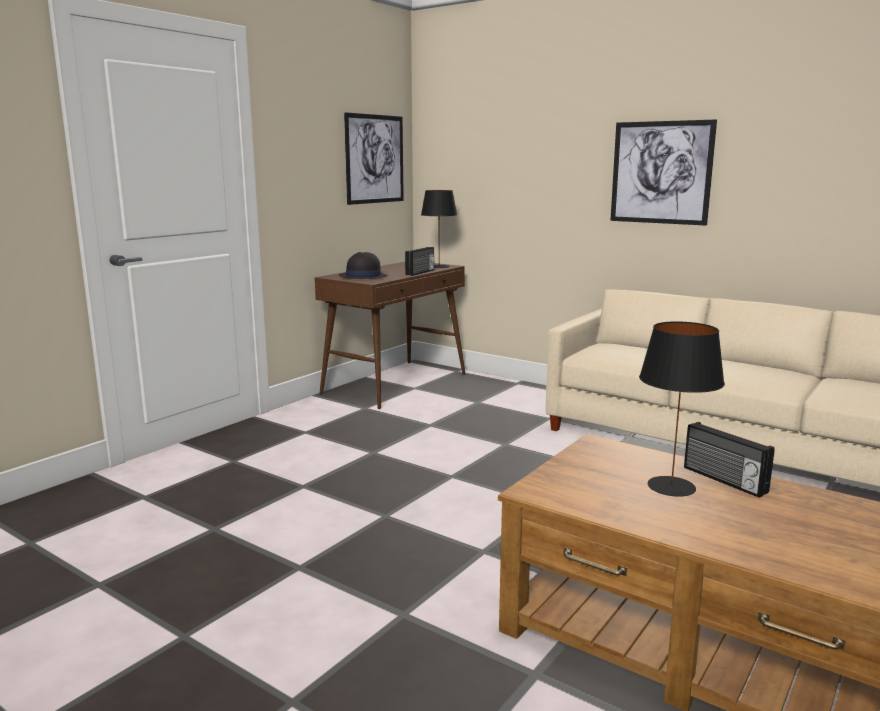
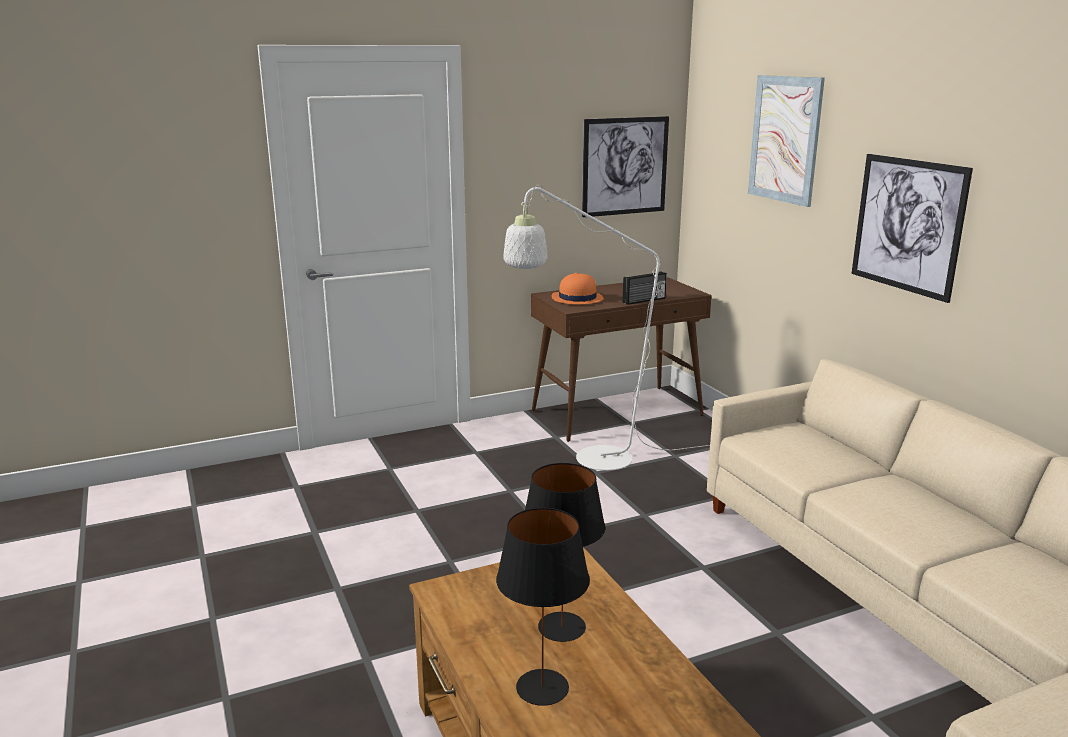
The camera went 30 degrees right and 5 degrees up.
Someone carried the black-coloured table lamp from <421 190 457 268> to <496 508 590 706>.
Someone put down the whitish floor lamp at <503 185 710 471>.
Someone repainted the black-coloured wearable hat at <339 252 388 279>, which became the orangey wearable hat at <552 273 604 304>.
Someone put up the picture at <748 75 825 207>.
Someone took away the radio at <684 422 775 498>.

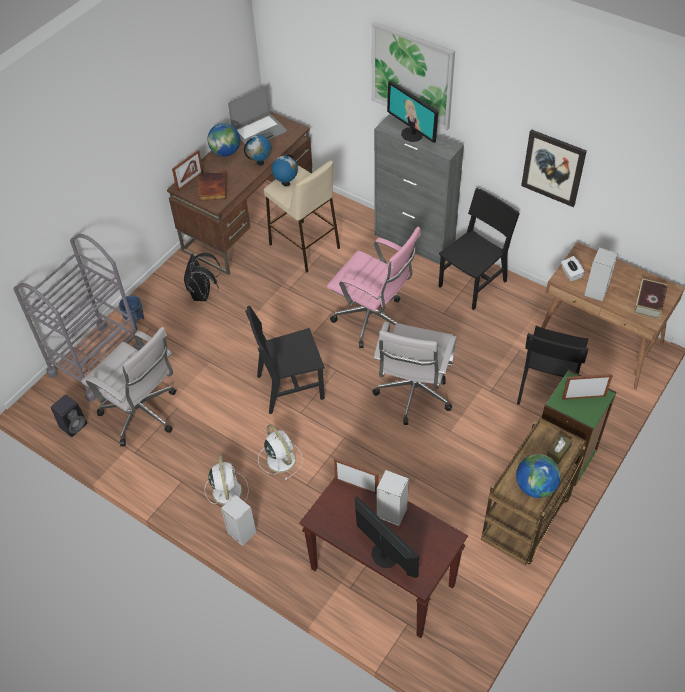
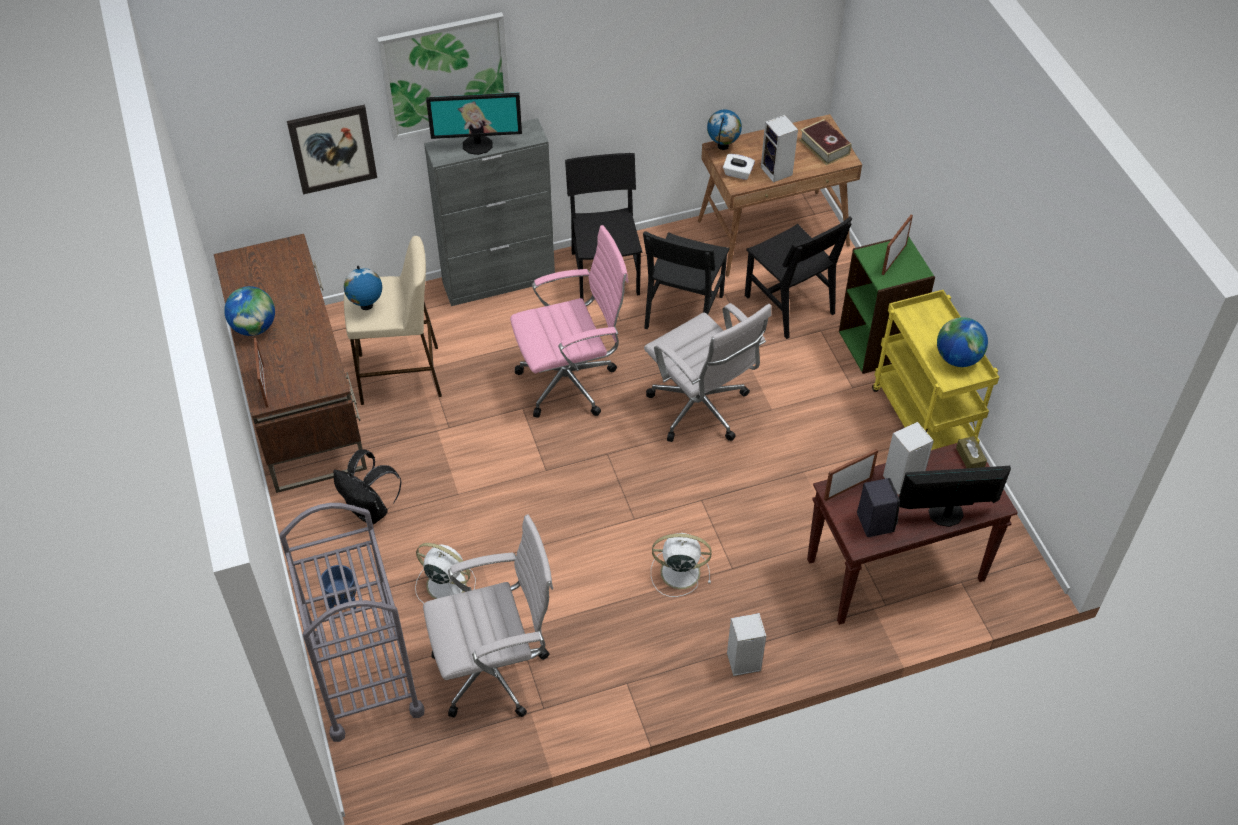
The camera went 55 degrees left and 0 degrees up.
Someone carried the picture from <521 129 587 207> to <287 105 377 195>.
Someone carried the whitish electric fan from <204 454 249 505> to <415 543 476 604>.
Someone carried the black-coloured upright chair from <245 306 325 414> to <643 231 730 329>.
Someone carried the world globe from <244 135 271 166> to <707 109 742 150>.
Someone carried the black-coloured speaker from <51 395 87 437> to <857 478 900 537>.
Someone repainted the brown wheeled cart at <481 418 587 565>, which became the yellow-coloured wheeled cart at <872 290 999 450>.
Someone carried the brown tissue box from <547 434 572 464> to <956 436 987 468>.
Someone took away the book at <199 172 227 201>.
Someone took away the portable computer at <228 86 287 144>.

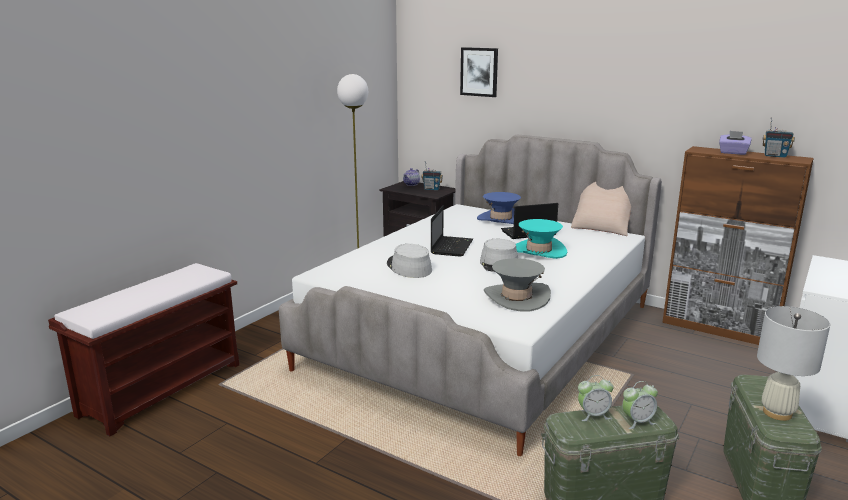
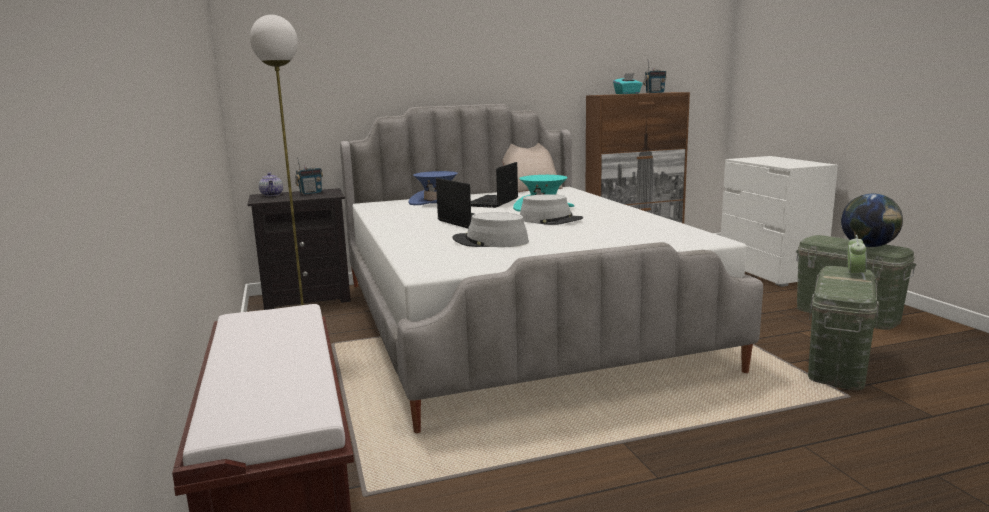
The camera went 50 degrees left and 5 degrees down.
Someone repainted the purple tissue box at <719 131 752 155>, which became the blue-green tissue box at <613 73 643 94>.
Someone swapped the whitish table lamp at <757 306 830 421> for the world globe at <841 194 903 247>.
Someone took away the picture at <460 47 498 97>.
Someone took away the grey wearable hat at <484 258 551 312>.
Someone took away the table clock at <578 375 614 421>.

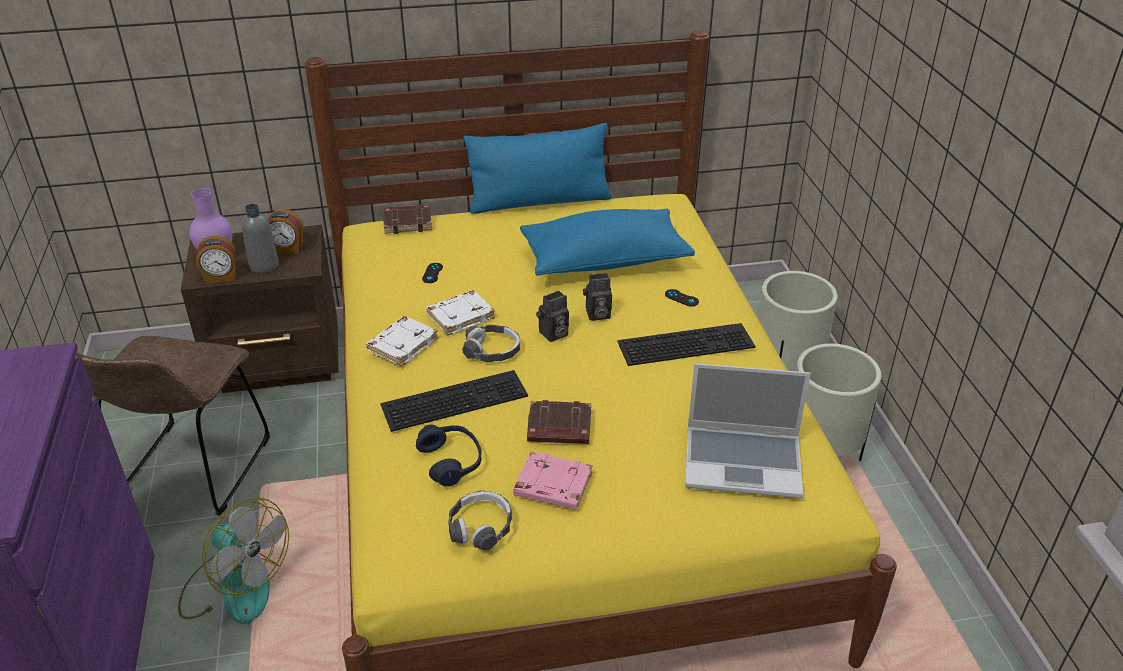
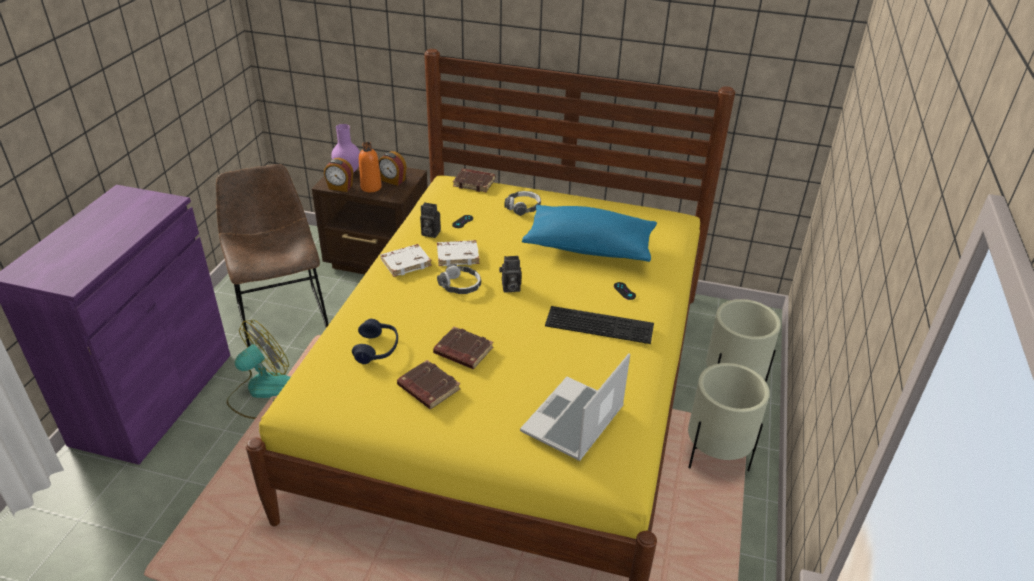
The camera went 25 degrees right and 0 degrees up.
Someone rotated the brown upright chair at <74 336 270 516> by 120 degrees clockwise.
Someone rotated the electric fan at <178 498 289 624> by 105 degrees counterclockwise.
Someone repainted the grey beverage bottle at <242 204 279 273>, which became the orangey beverage bottle at <359 142 382 192>.
Someone repainted the pink-coloured book at <513 452 592 510>, which became the brown book at <397 360 460 409>.
Someone carried the photo camera from <583 273 612 321> to <420 202 441 238>.
Someone carried the headset from <448 490 512 551> to <504 191 541 216>.
Someone rotated the portable computer at <685 363 811 498> by 90 degrees clockwise.
Someone took away the PC keyboard at <380 370 528 432>.
Someone took away the blue pillow at <463 123 612 214>.

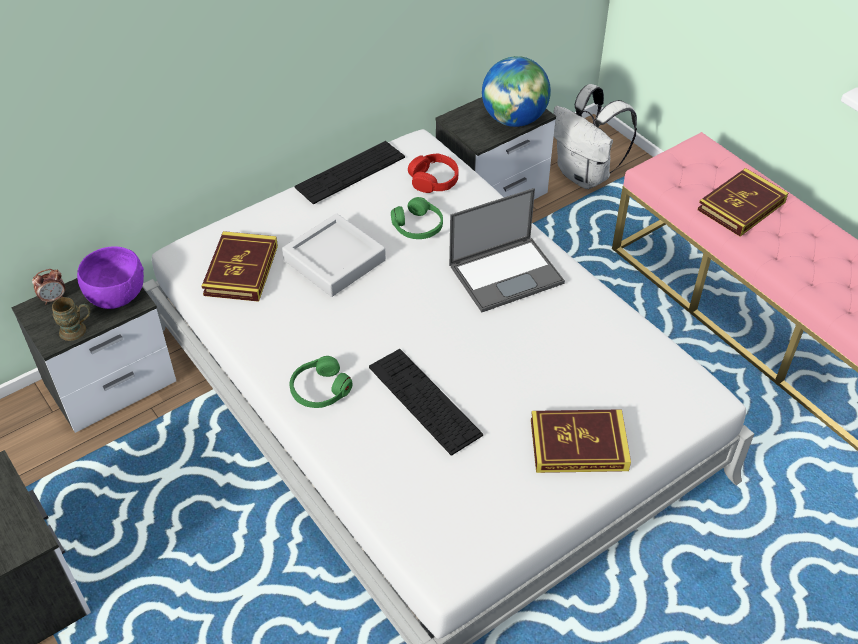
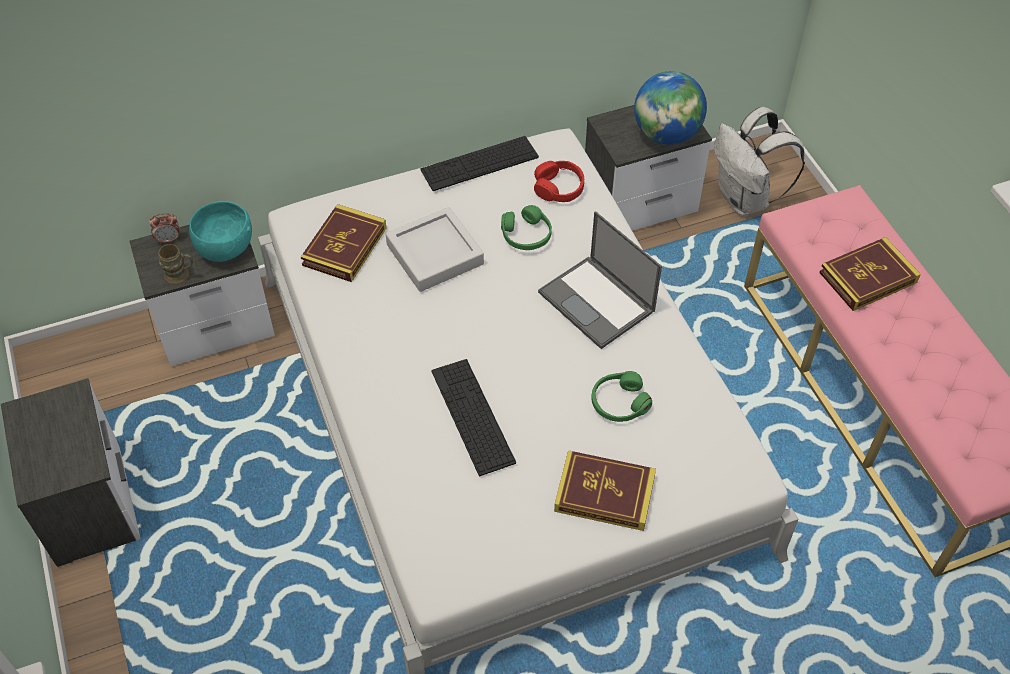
The camera went 15 degrees right and 5 degrees up.
Someone repainted the purple serving bowl at <77 246 144 309>, which became the blue-green serving bowl at <189 201 252 262>.
Someone rotated the portable computer at <449 188 565 312> by 60 degrees clockwise.
Someone carried the greenish headset from <289 356 353 408> to <591 371 652 422>.

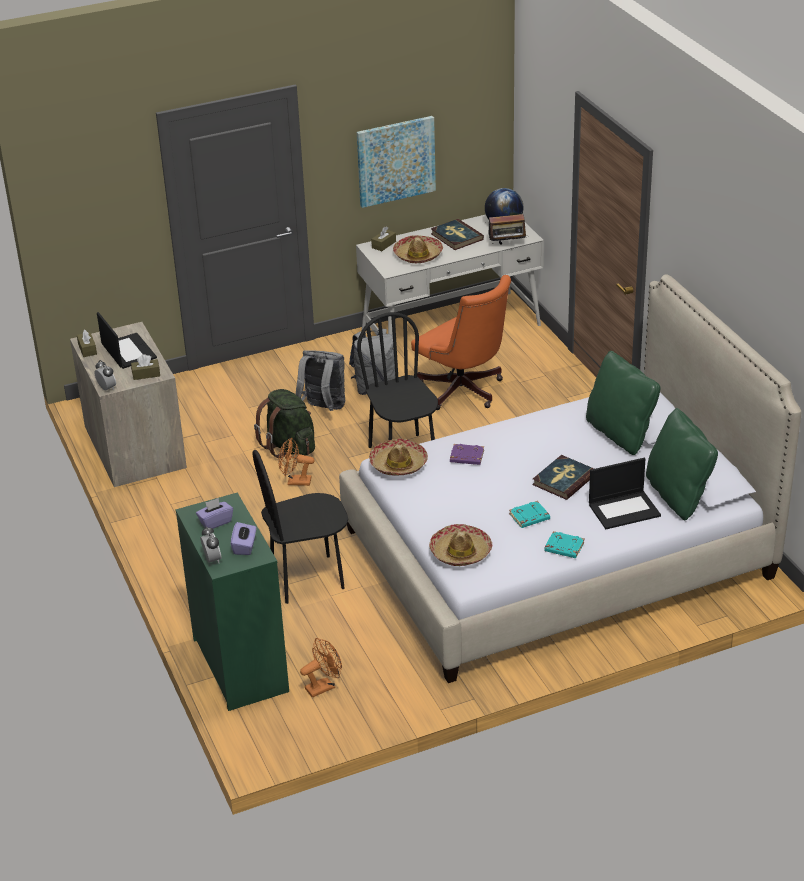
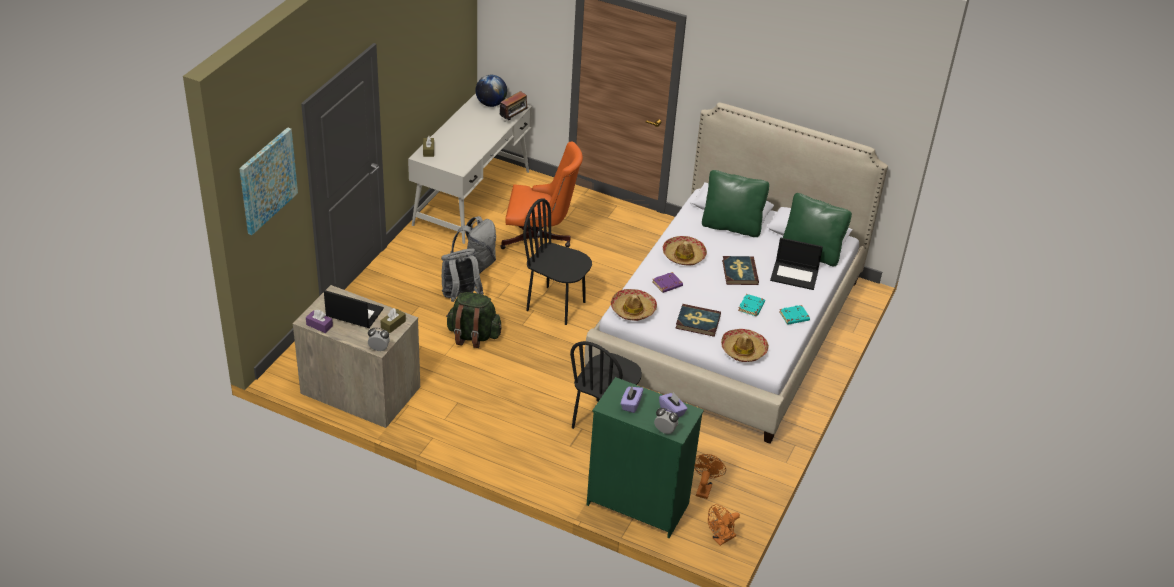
The camera went 45 degrees left and 5 degrees up.
Someone carried the picture from <357 116 436 208> to <239 127 298 235>.
Someone repainted the brown tissue box at <77 330 97 357>, which became the purple tissue box at <306 310 333 333>.
Someone carried the wearable hat from <393 235 443 263> to <663 236 707 265>.
Someone carried the book from <431 219 484 250> to <675 304 721 337>.
Someone carried the orangey electric fan from <278 437 315 486> to <708 504 740 546>.
Someone rotated the portable computer at <589 458 661 529> by 75 degrees clockwise.

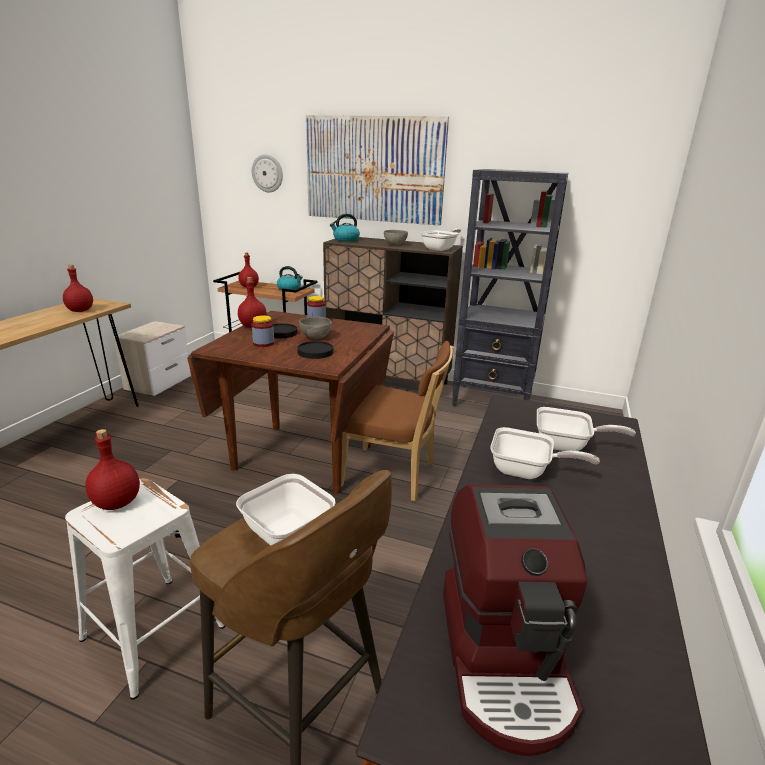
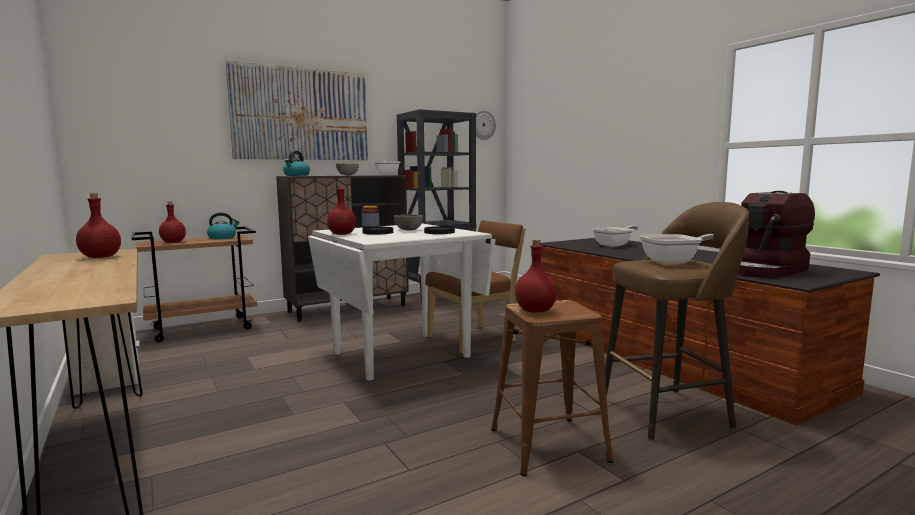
The camera went 50 degrees left and 15 degrees down.
Someone repainted the brown dining table at <187 311 394 494>, which became the whitish dining table at <308 224 496 381>.
Someone carried the wall clock from <252 154 283 192> to <476 110 496 140>.
Someone repainted the whitish sitting stool at <65 478 225 700>, which became the brown sitting stool at <491 300 614 476>.
Someone rotated the coffee machine at <443 484 587 756> by 105 degrees clockwise.
Someone took away the jar at <252 315 274 347>.
Someone took away the skillet at <490 427 600 479>.

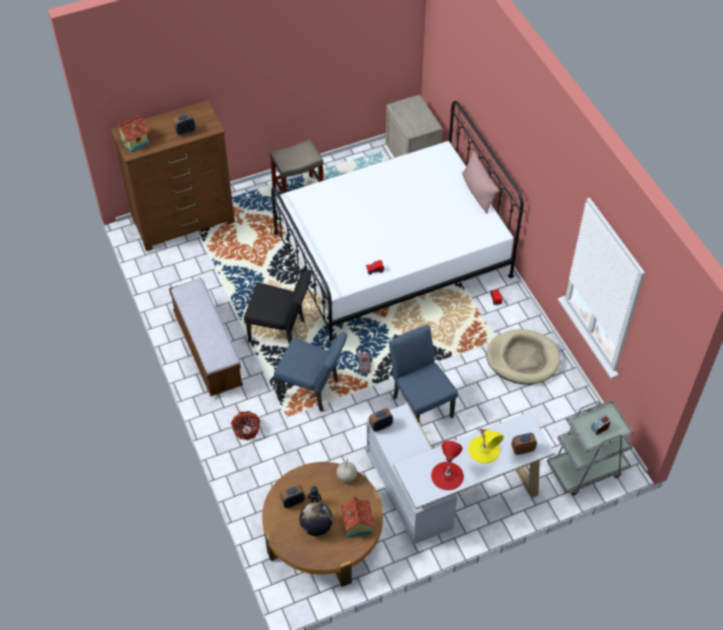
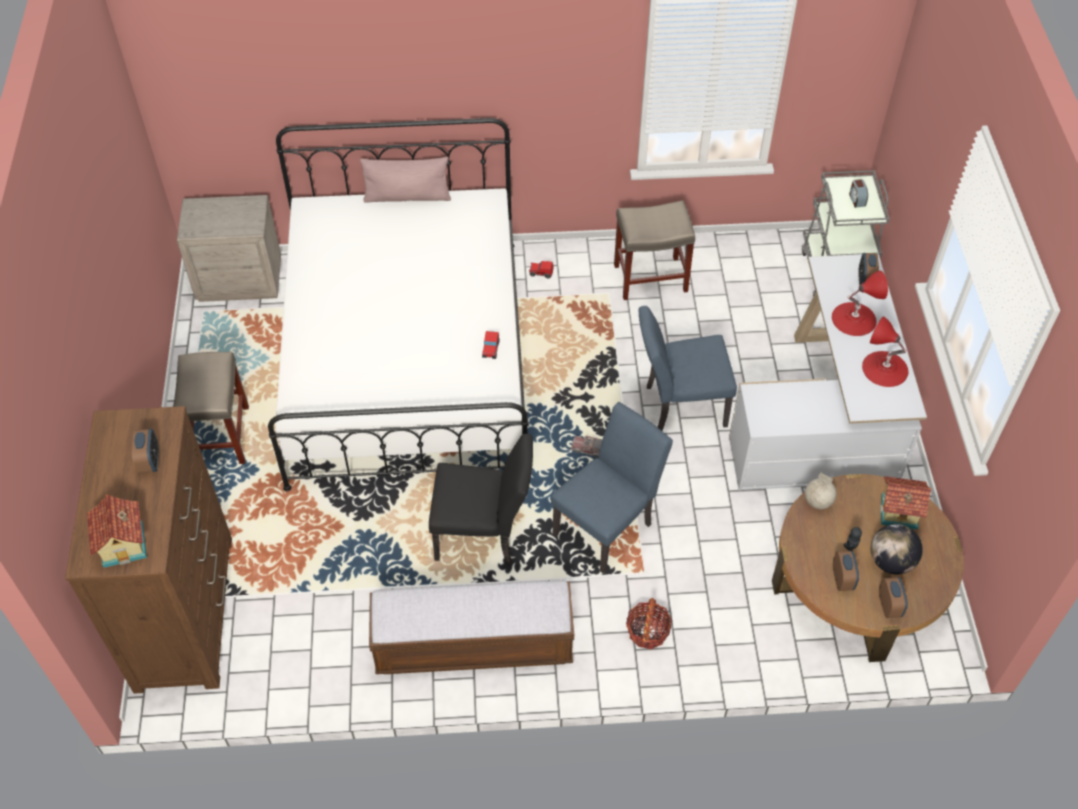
The camera went 70 degrees left and 0 degrees up.
Someone rotated the black-coloured upright chair at <244 270 312 344> by 60 degrees clockwise.
Someone swapped the sand-coloured dog bed at <486 329 560 385> for the sand-coloured sitting stool at <614 200 695 300>.
Someone repainted the yellow-coloured table lamp at <468 429 504 463>, which became the red-coloured table lamp at <832 270 888 336>.
Someone carried the table clock from <369 408 393 432> to <879 577 908 618>.

